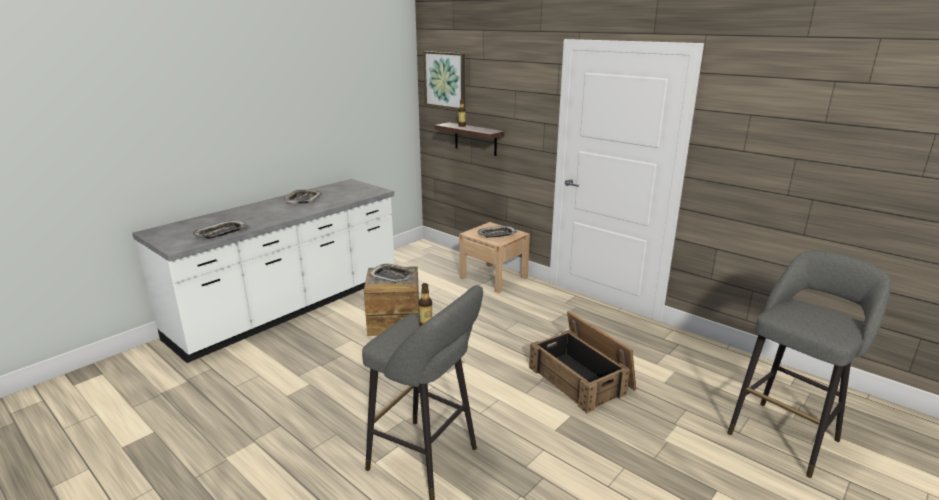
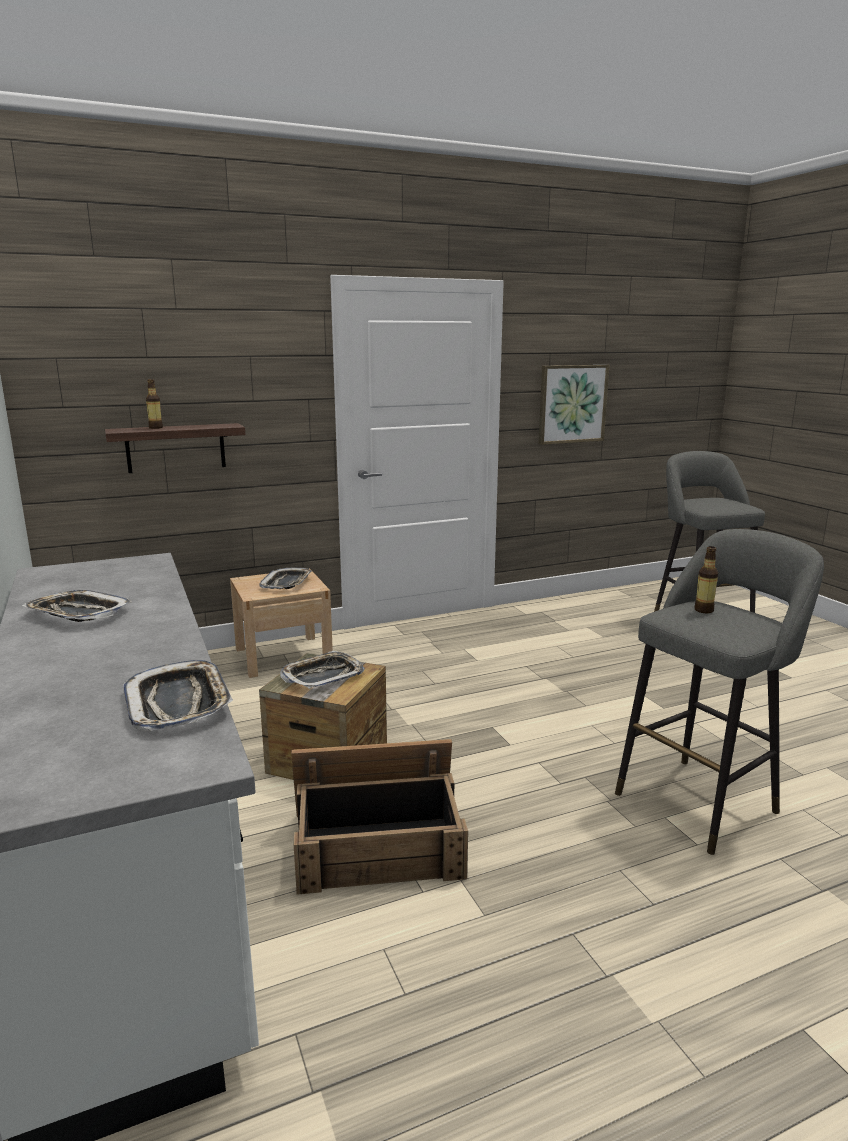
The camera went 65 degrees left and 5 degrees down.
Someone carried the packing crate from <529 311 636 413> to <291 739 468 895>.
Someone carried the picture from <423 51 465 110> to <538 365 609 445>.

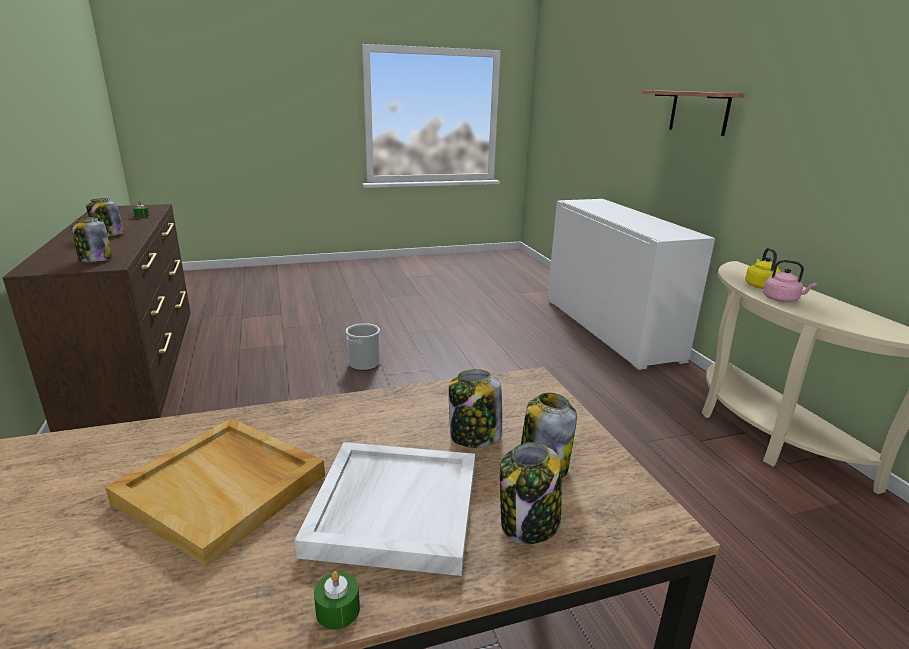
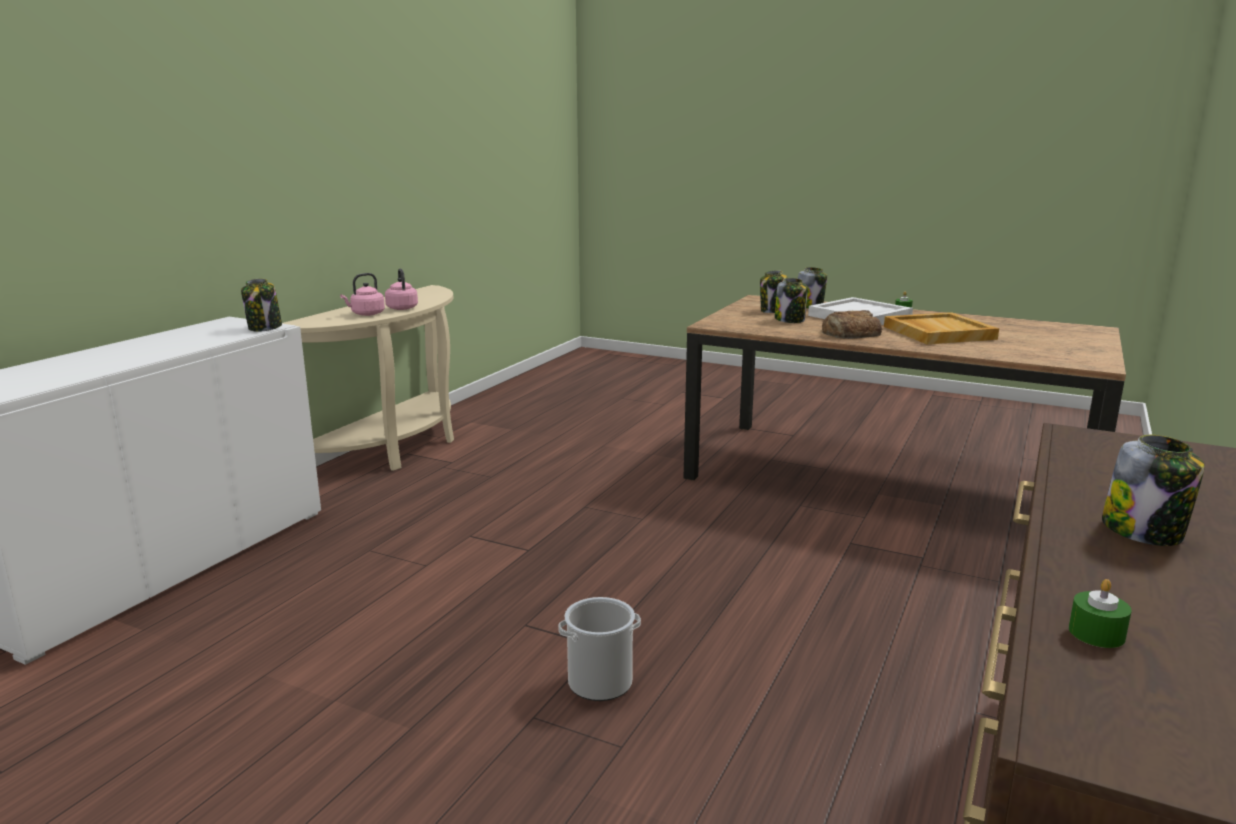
The camera went 135 degrees left and 5 degrees down.
Someone carried the jar from <71 217 112 262> to <241 278 282 332>.
Someone repainted the yellow-coloured tea kettle at <745 248 781 289>, which became the pink-coloured tea kettle at <340 273 385 316>.
Someone put down the bread at <822 310 882 339>.
Someone took away the bracket shelf at <642 90 745 136>.

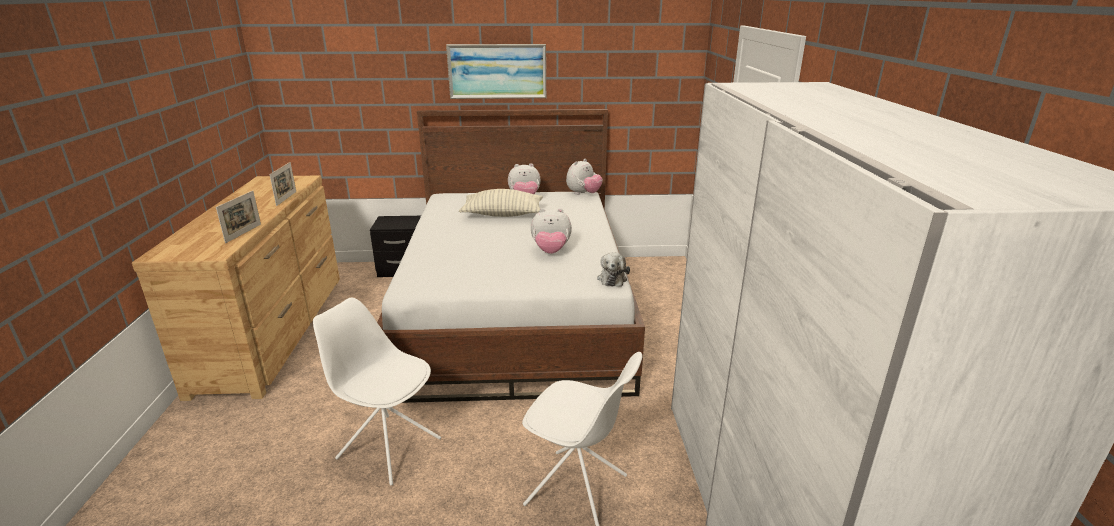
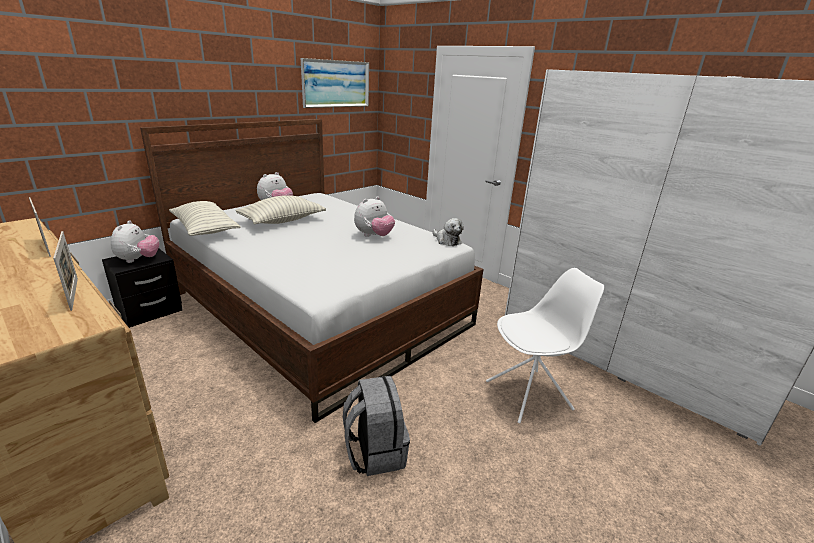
The camera went 45 degrees left and 0 degrees up.
Someone carried the soft toy from <566 159 603 195> to <111 220 159 263>.
Someone put down the pillow at <169 201 241 236>.
Someone carried the picture from <446 44 546 99> to <301 58 369 108>.
Someone swapped the whitish upright chair at <313 298 441 486> for the grey backpack at <343 376 410 476>.

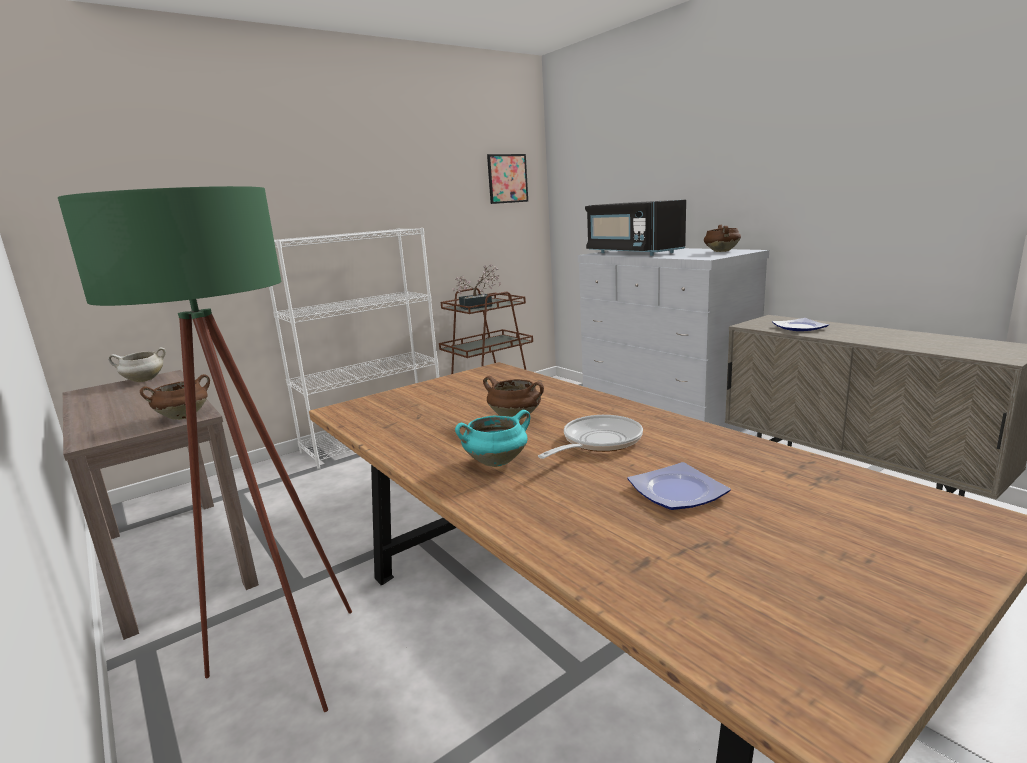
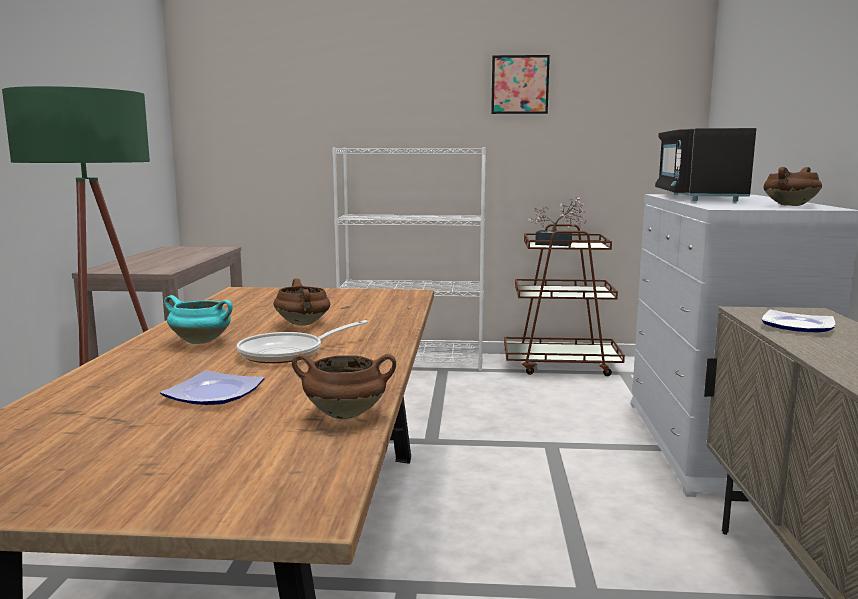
The camera went 40 degrees right and 5 degrees down.
Someone rotated the skillet at <538 415 643 459> by 150 degrees clockwise.
Someone carried the brown stockpot from <140 374 210 420> to <292 354 396 420>.
Someone carried the picture from <487 154 528 204> to <491 55 550 114>.
Someone took away the whitish stockpot at <108 347 166 382>.

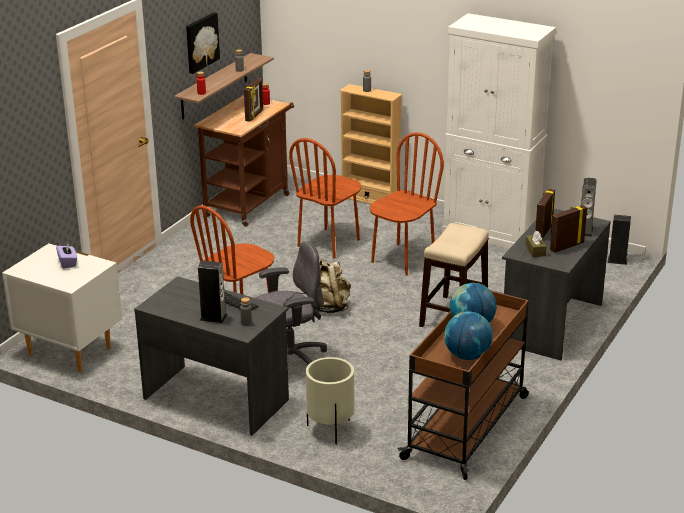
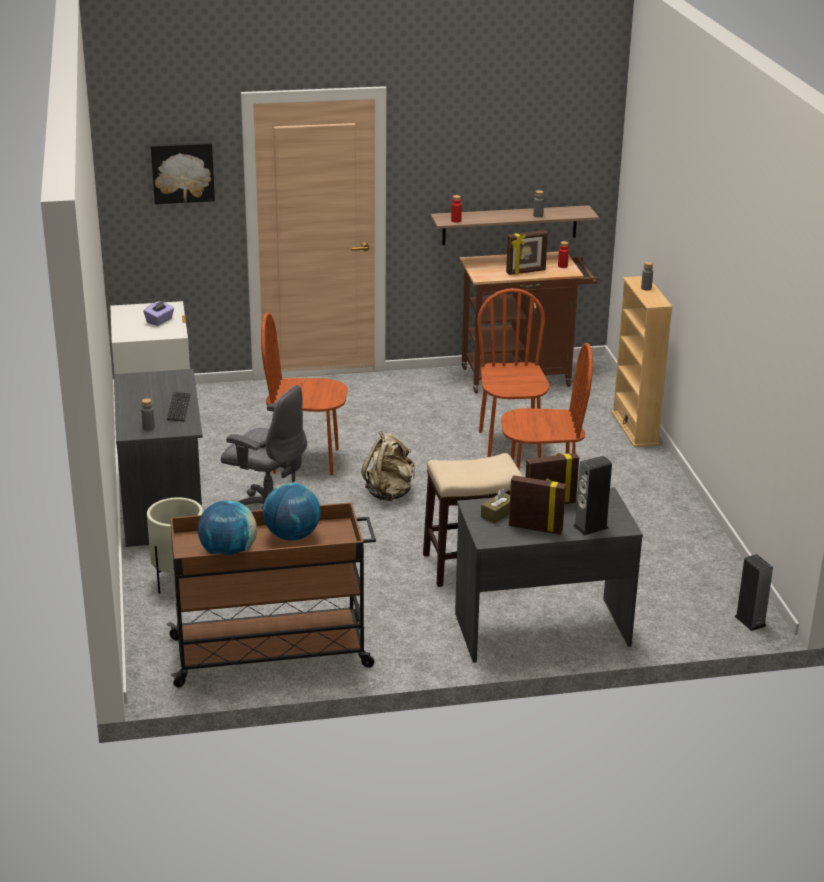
The camera went 50 degrees right and 0 degrees up.
Someone carried the picture from <186 12 220 74> to <151 142 215 204>.
Someone rotated the brown upright chair at <289 138 361 259> by 90 degrees clockwise.
Someone took away the speaker at <198 260 227 323>.
Someone took away the whitish cabinet at <442 13 556 249>.

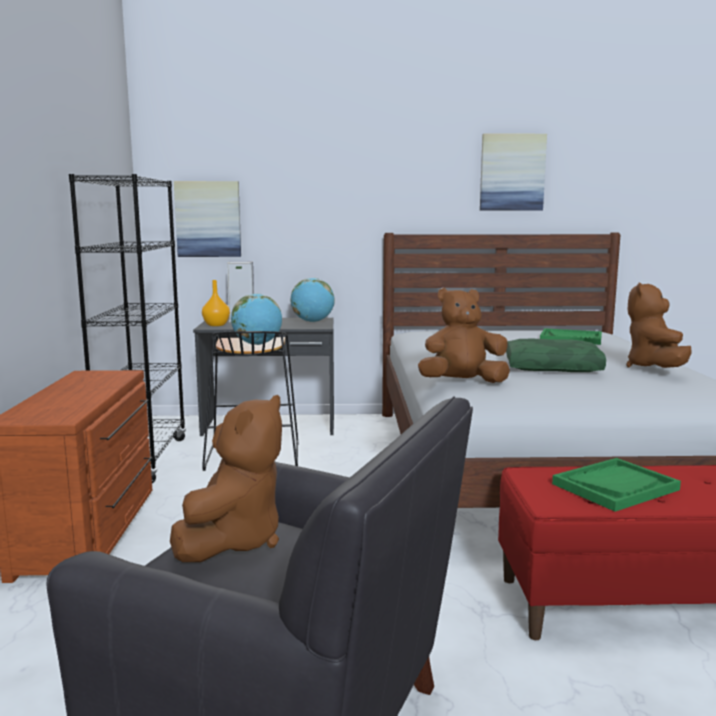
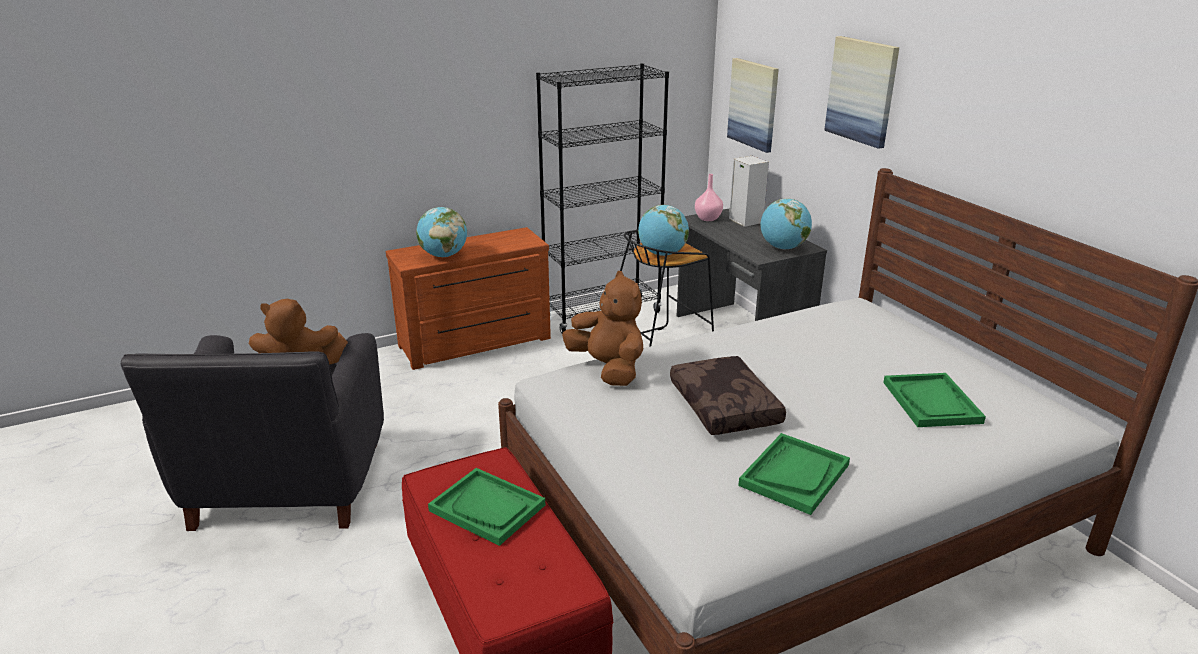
The camera went 65 degrees right and 15 degrees up.
Someone put down the world globe at <416 207 467 257>.
Someone repainted the greenish pillow at <506 339 606 372>, which became the brown pillow at <670 356 786 435>.
Someone repainted the orangey vase at <202 280 230 326>, which became the pink-coloured vase at <695 174 723 221>.
Someone swapped the brown soft toy at <626 283 692 368> for the greenish serving tray at <738 433 850 515>.
Someone carried the picture from <480 133 547 211> to <824 36 899 149>.

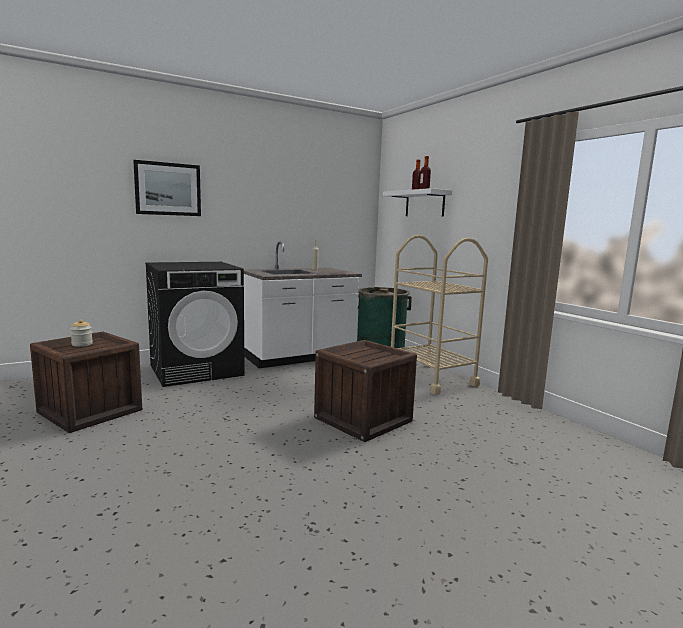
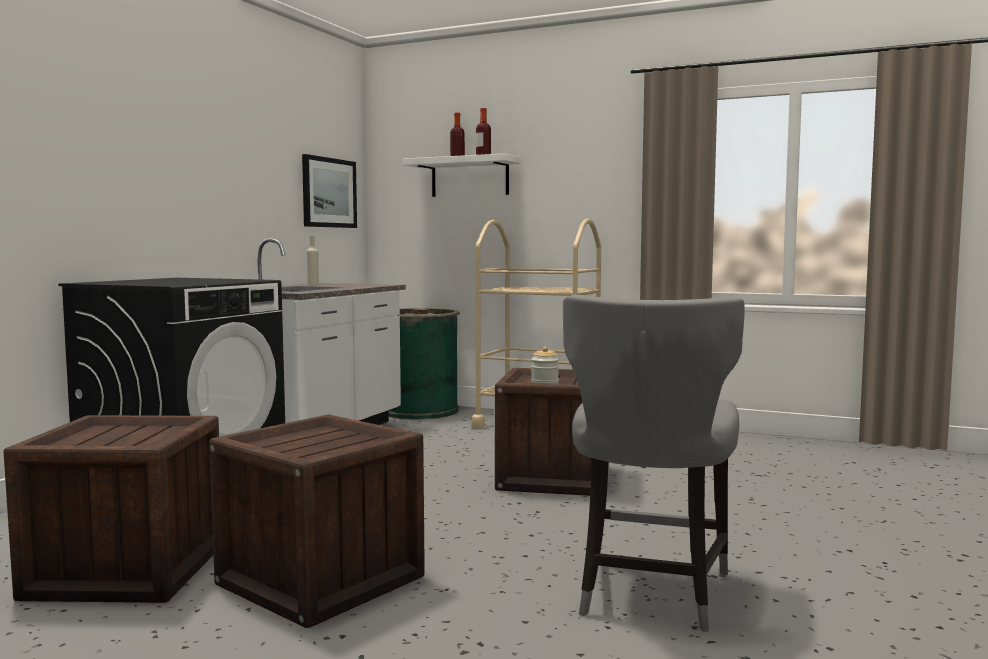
The camera went 35 degrees left and 5 degrees down.
Someone put down the packing crate at <209 414 425 628>.
Someone carried the picture from <133 160 201 216> to <302 154 357 228>.
Someone carried the jar from <70 320 93 347> to <531 347 559 384>.
Someone put down the grey upright chair at <563 294 745 632>.

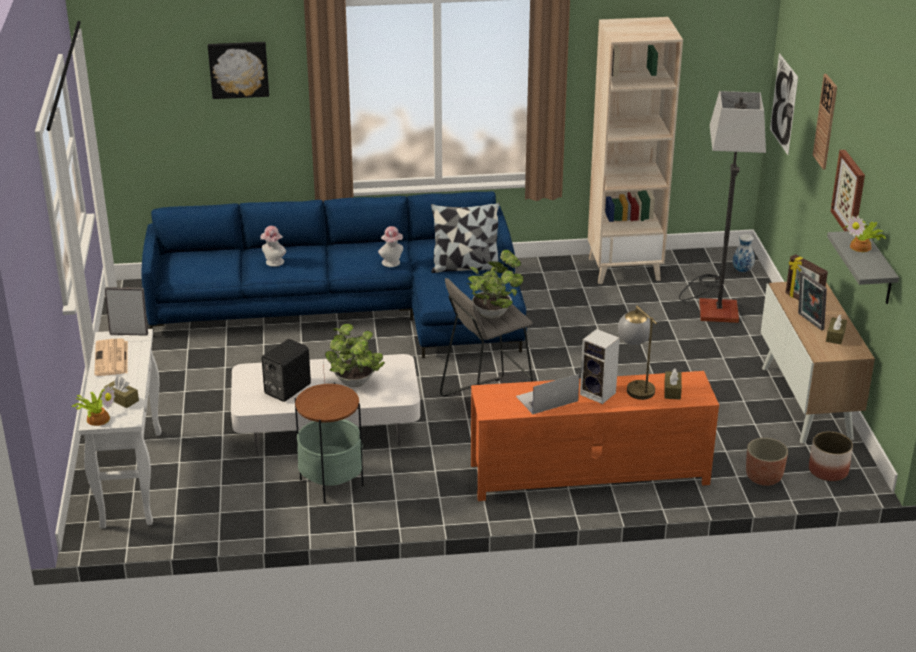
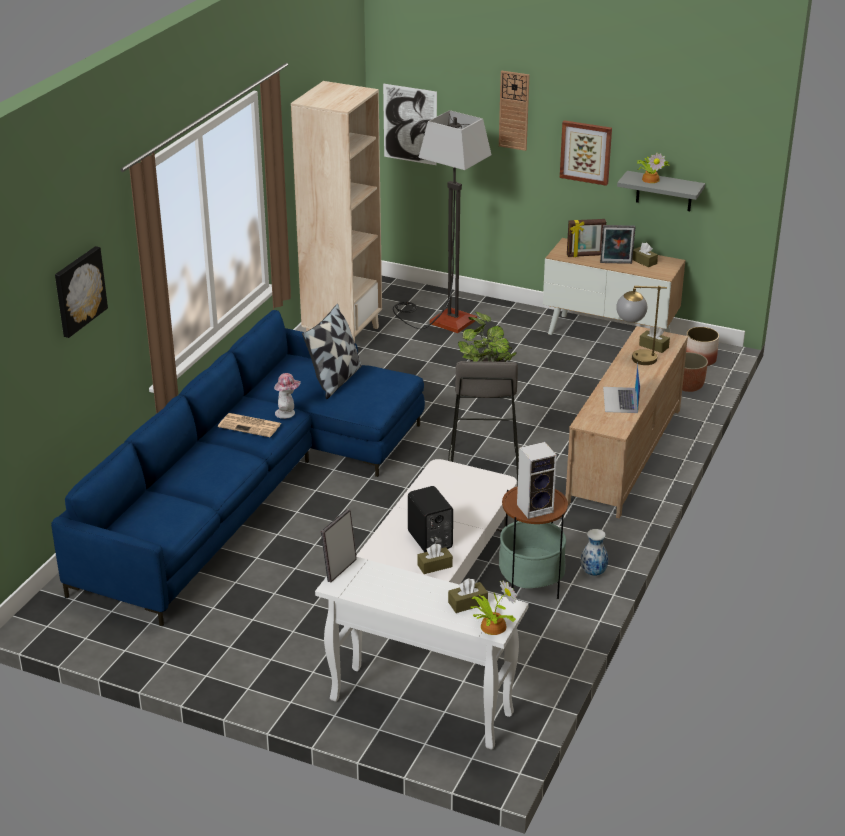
The camera went 60 degrees left and 0 degrees up.
Someone carried the printed paper from <94 338 128 376> to <218 413 282 437>.
Someone put down the brown tissue box at <417 543 453 574>.
Someone carried the speaker from <580 329 620 404> to <517 442 557 519>.
Someone repainted the orangey tv unit at <471 371 719 501>, which became the sand-coloured tv unit at <565 326 688 519>.
Someone carried the vase from <733 234 755 273> to <580 529 608 576>.
Someone took away the wearable hat at <260 226 286 267>.
Someone took away the houseplant at <325 324 385 387>.

